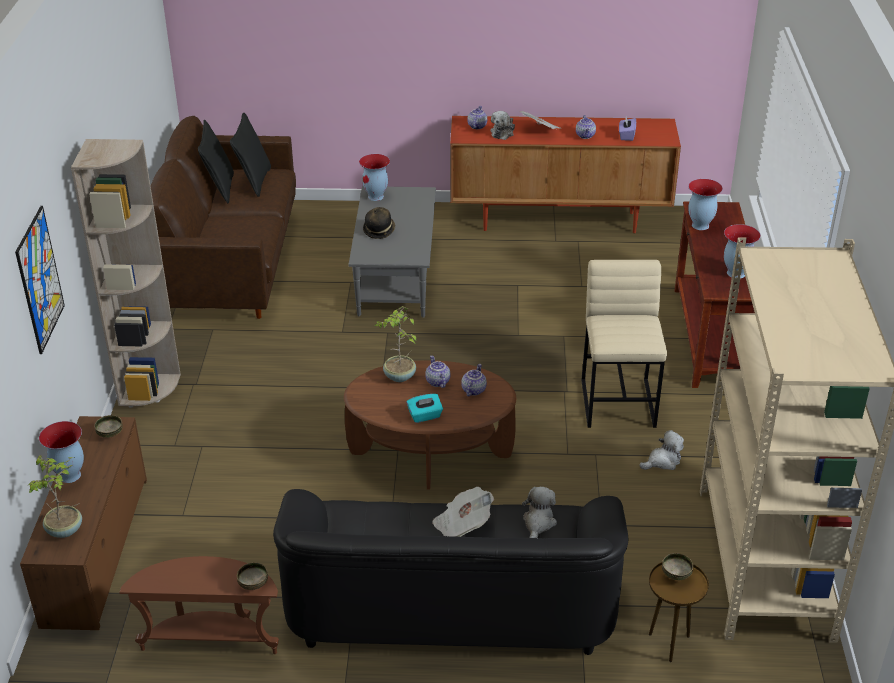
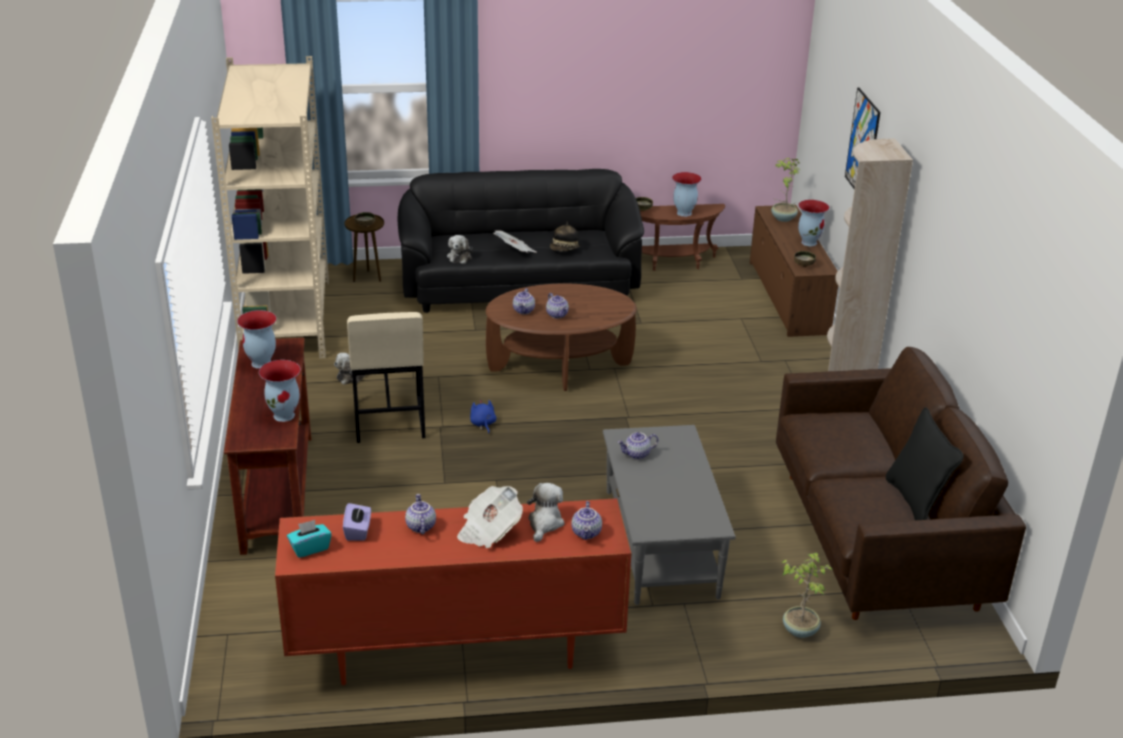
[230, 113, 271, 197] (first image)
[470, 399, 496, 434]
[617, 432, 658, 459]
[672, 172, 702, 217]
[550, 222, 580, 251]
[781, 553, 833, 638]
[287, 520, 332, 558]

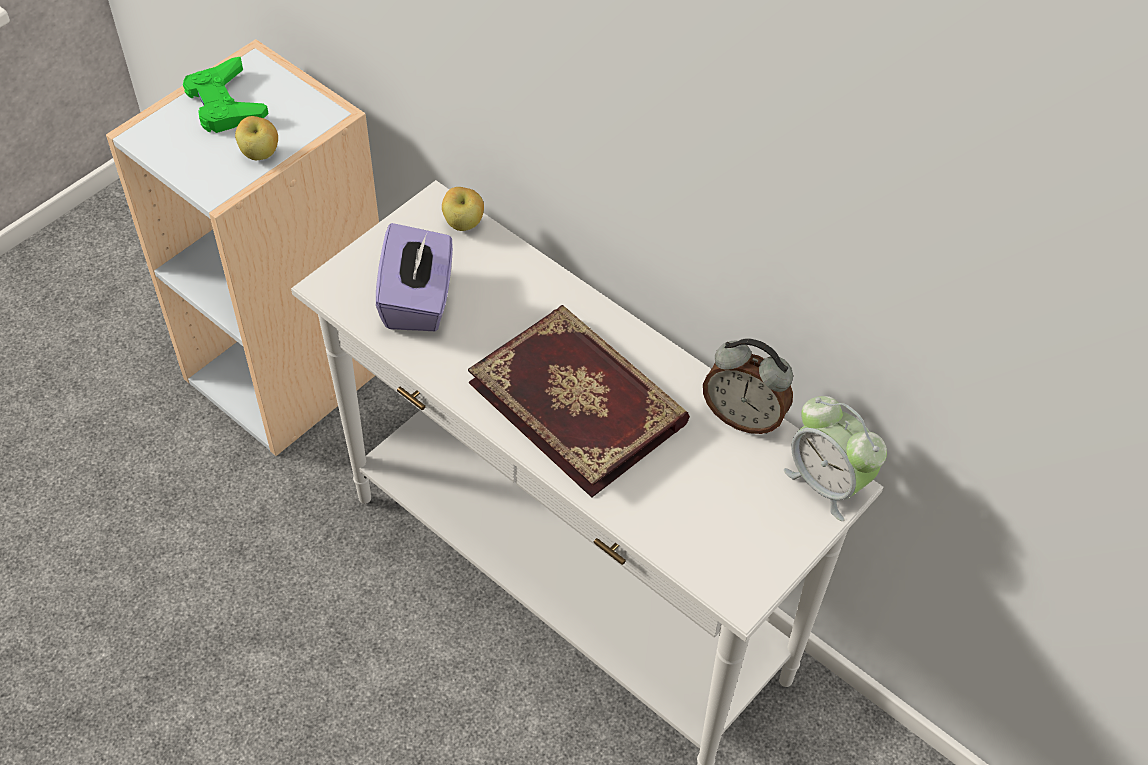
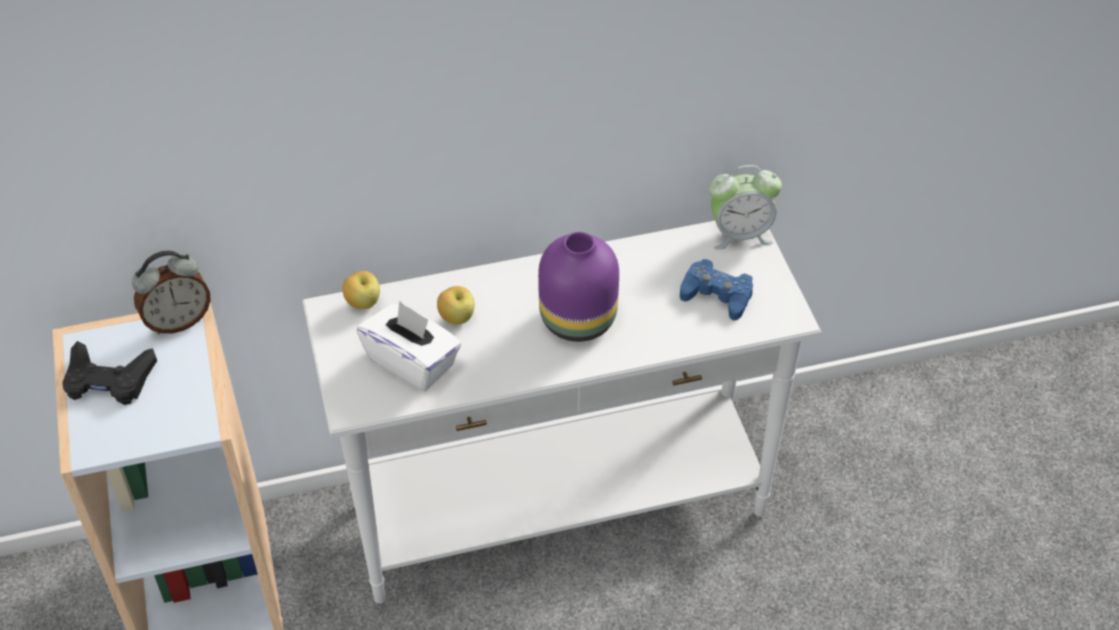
[680, 259, 753, 320]
[437, 286, 475, 325]
[132, 250, 211, 334]
[538, 232, 619, 342]
[62, 341, 157, 405]
[356, 300, 461, 391]

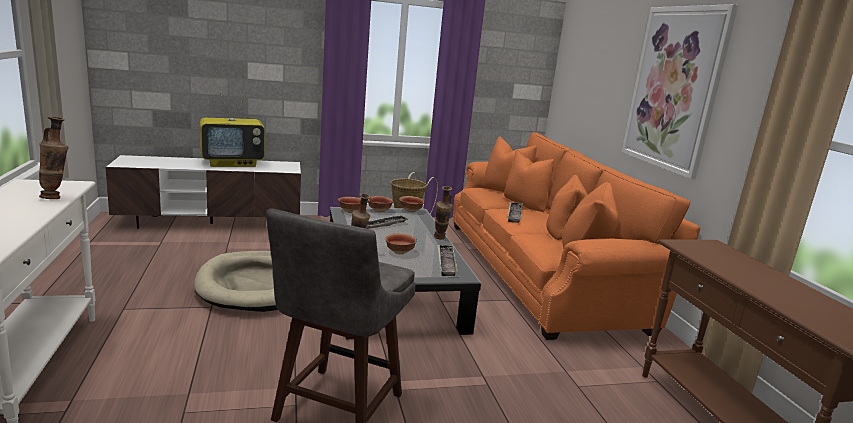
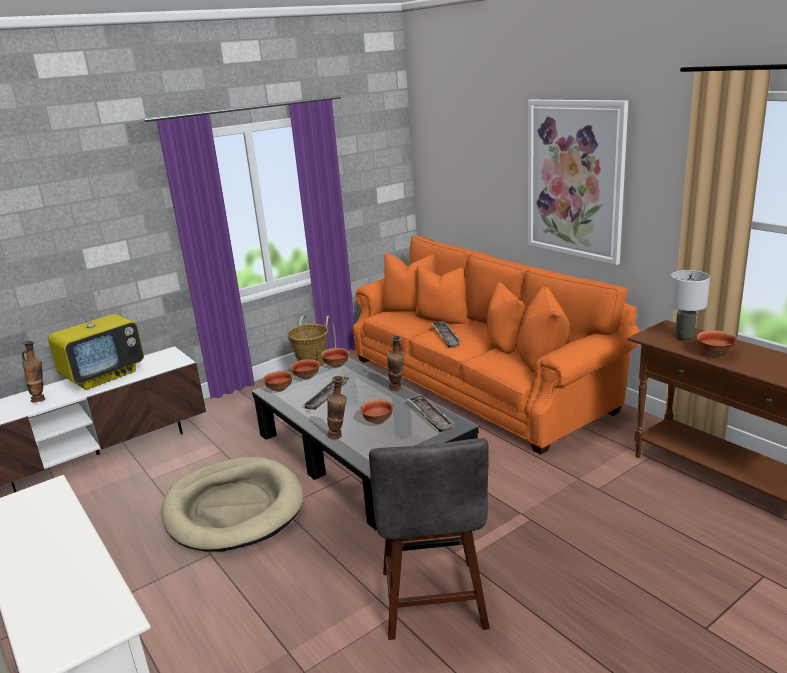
[669, 270, 710, 340]
[697, 330, 738, 356]
[22, 341, 45, 402]

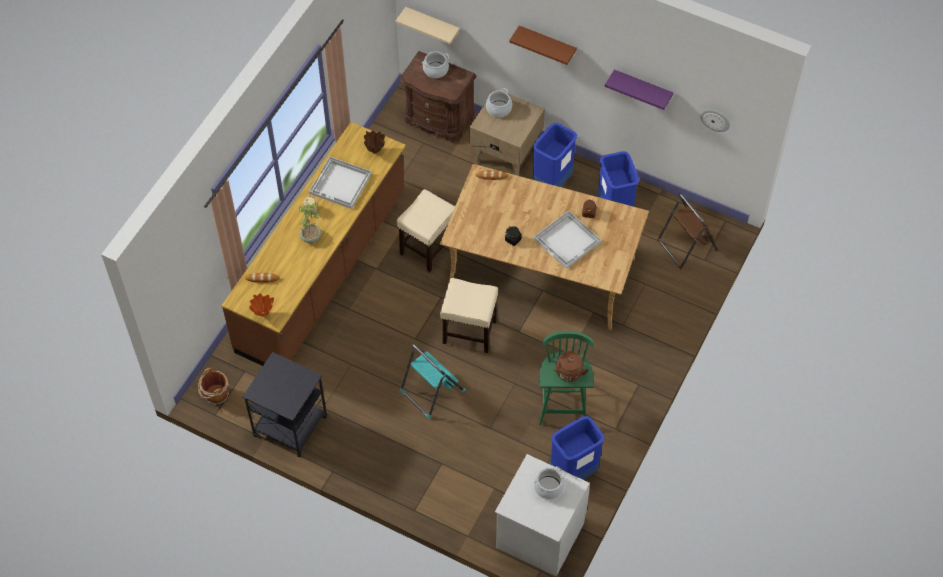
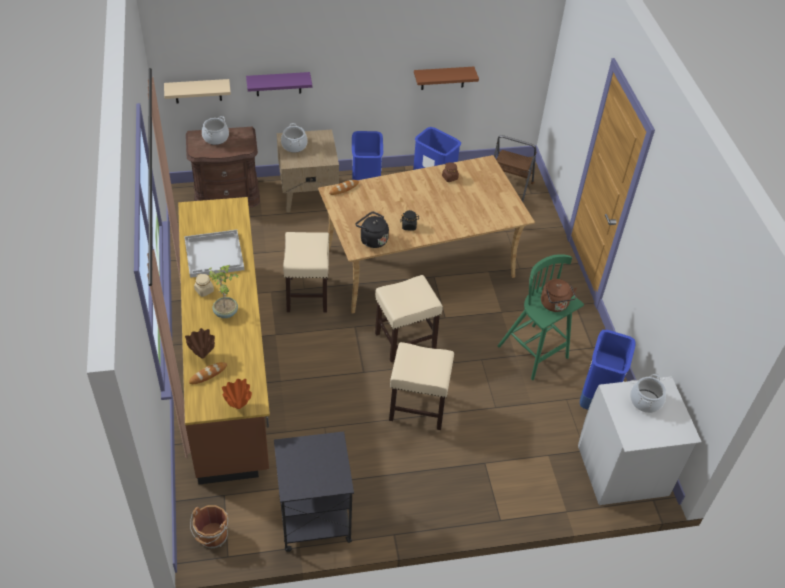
[534, 210, 601, 269] (first image)
[700, 109, 730, 132] (first image)
[355, 211, 389, 248]
[185, 328, 215, 358]
[414, 67, 479, 90]
[246, 72, 312, 96]
[389, 342, 454, 430]

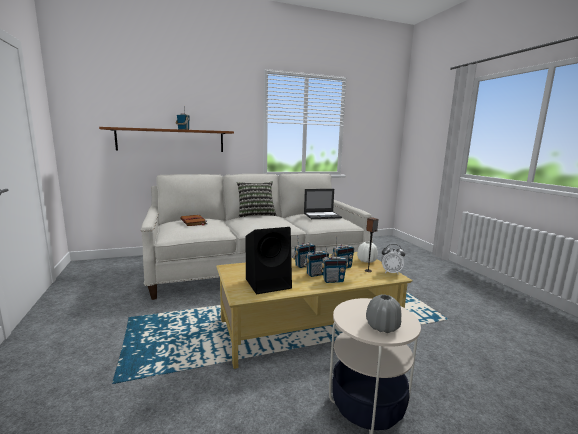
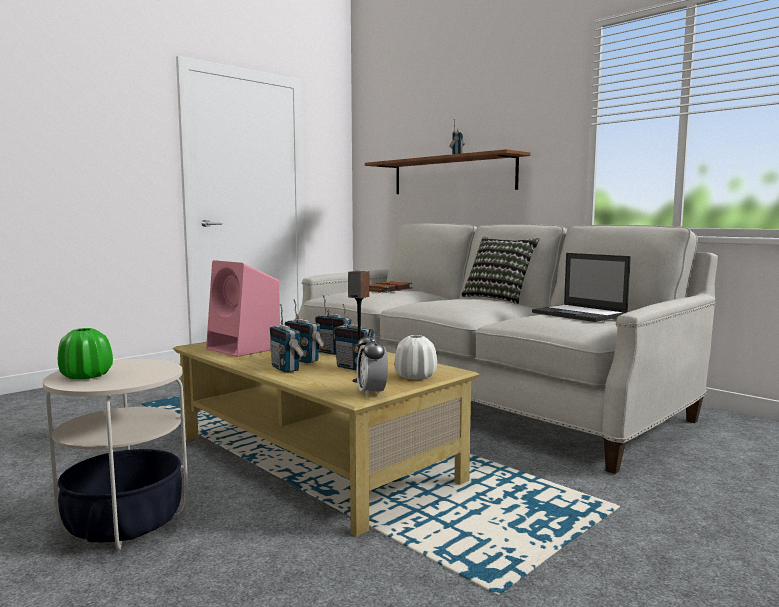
[206, 260, 280, 357]
[58, 328, 113, 380]

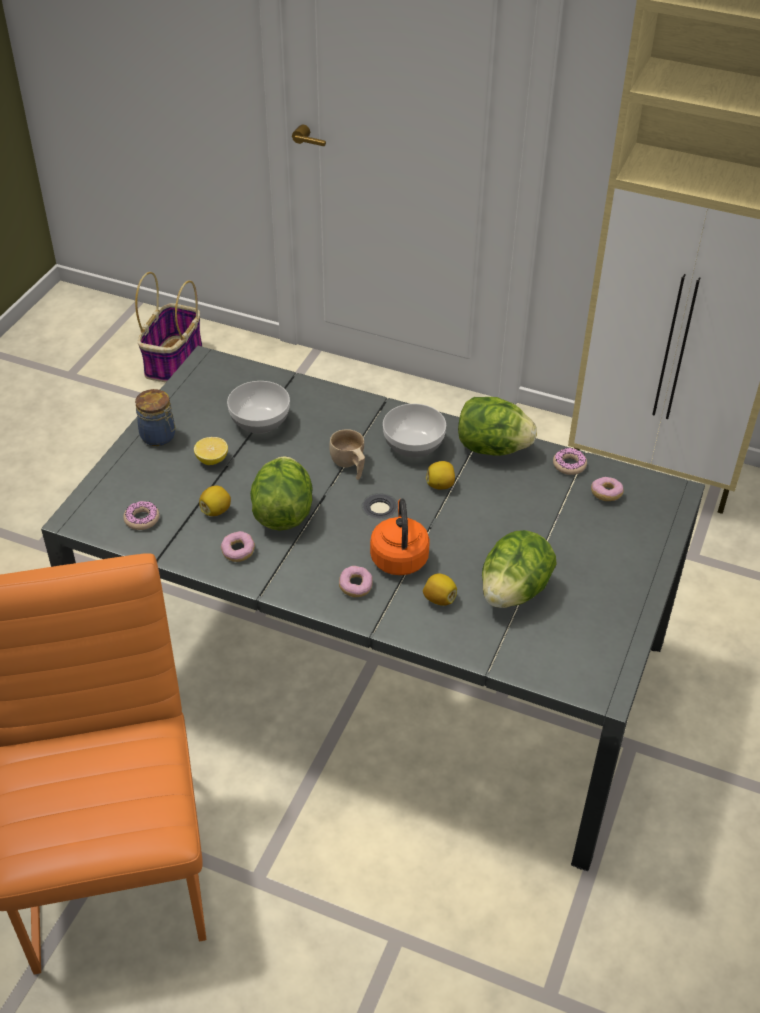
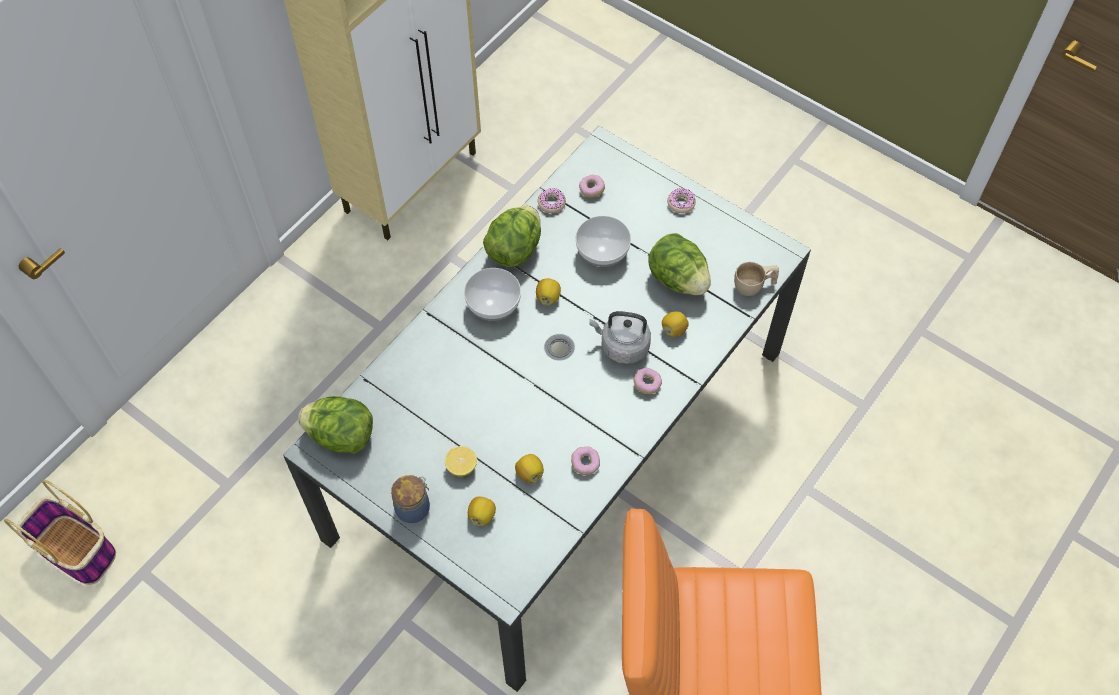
[468, 497, 496, 526]
[667, 188, 696, 213]
[576, 216, 631, 267]
[298, 396, 373, 454]
[734, 262, 779, 296]
[589, 311, 651, 364]

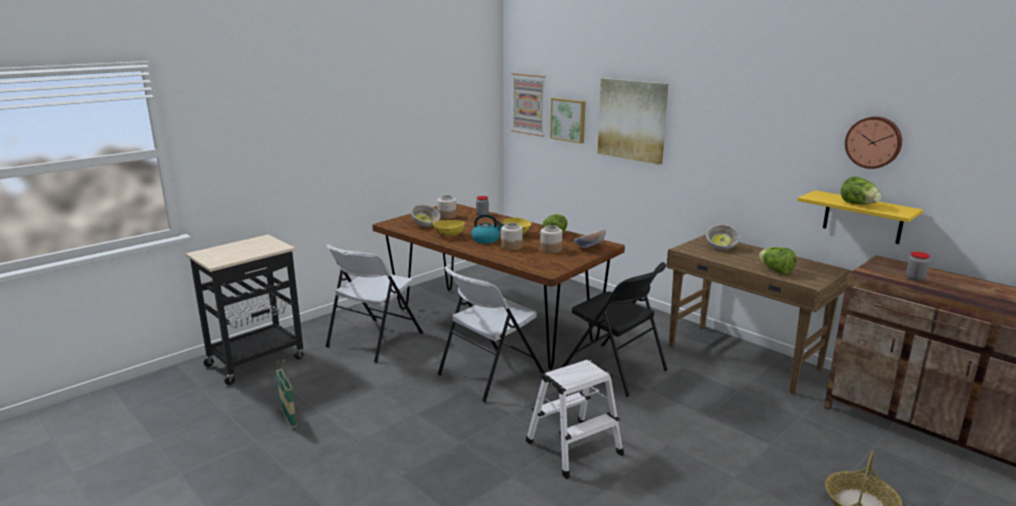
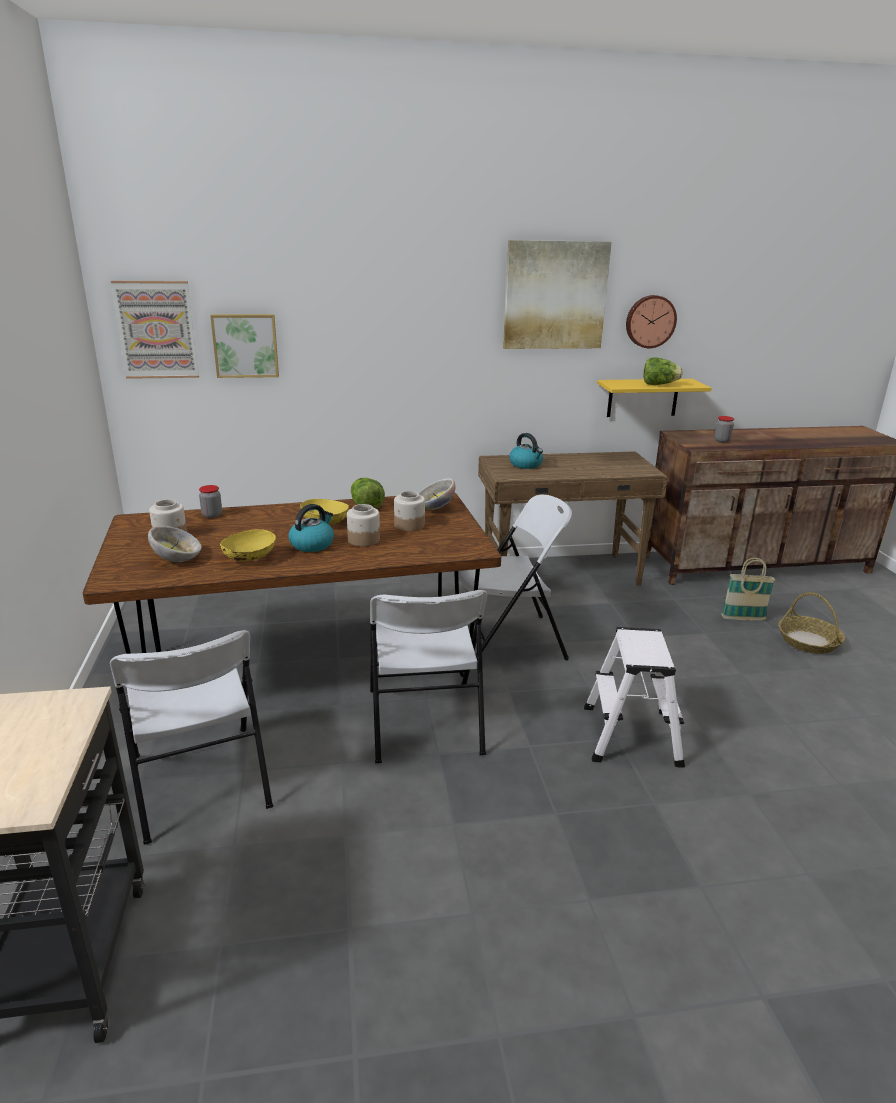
[759, 247, 797, 274] (first image)
[721, 558, 775, 621]
[503, 240, 612, 349]
[509, 433, 543, 469]
[458, 495, 572, 661]

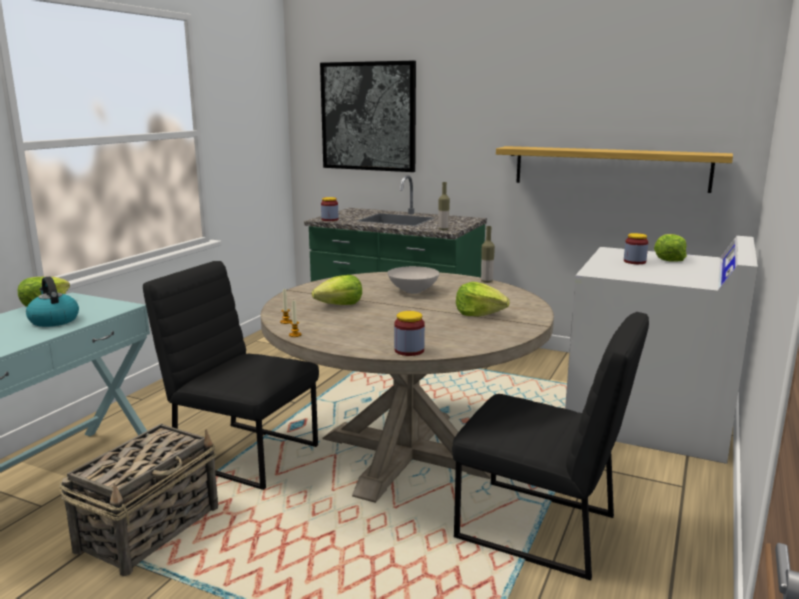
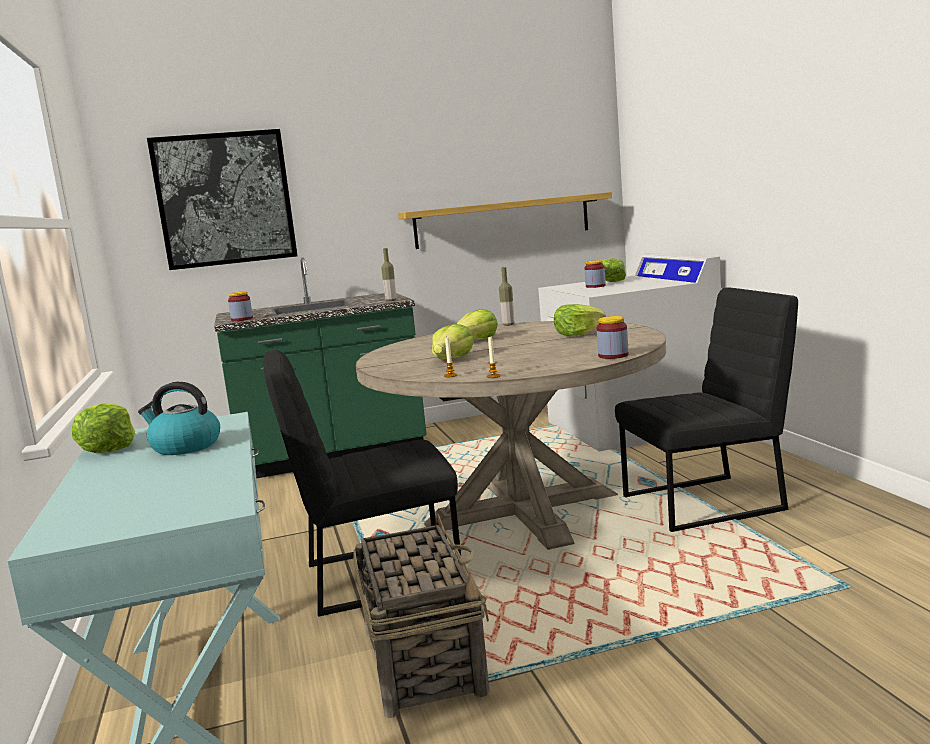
[457, 309, 498, 340]

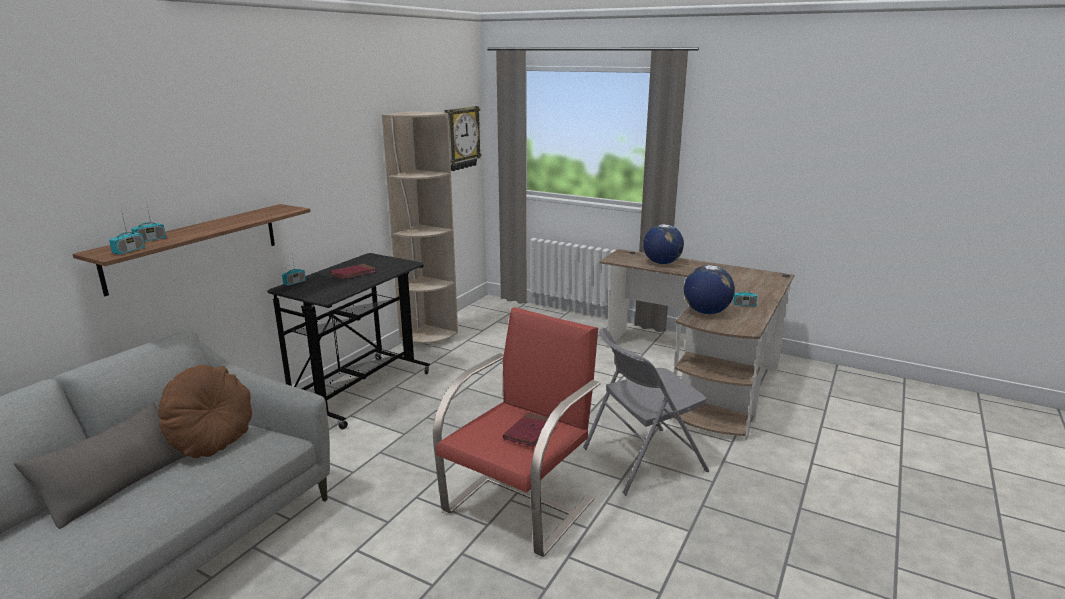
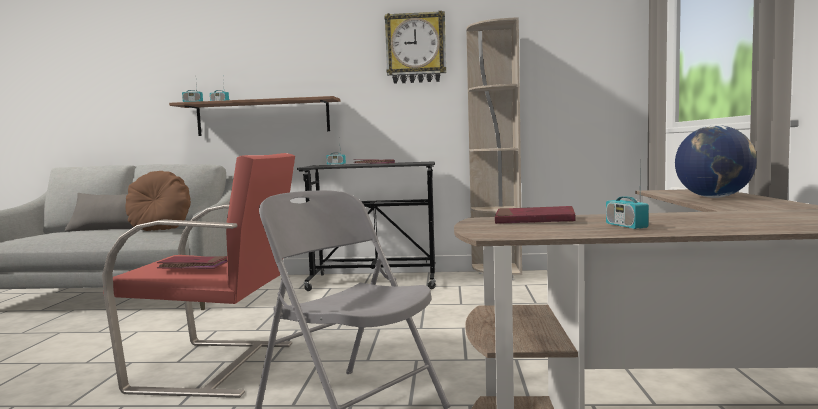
[384, 11, 446, 84]
[495, 206, 576, 224]

